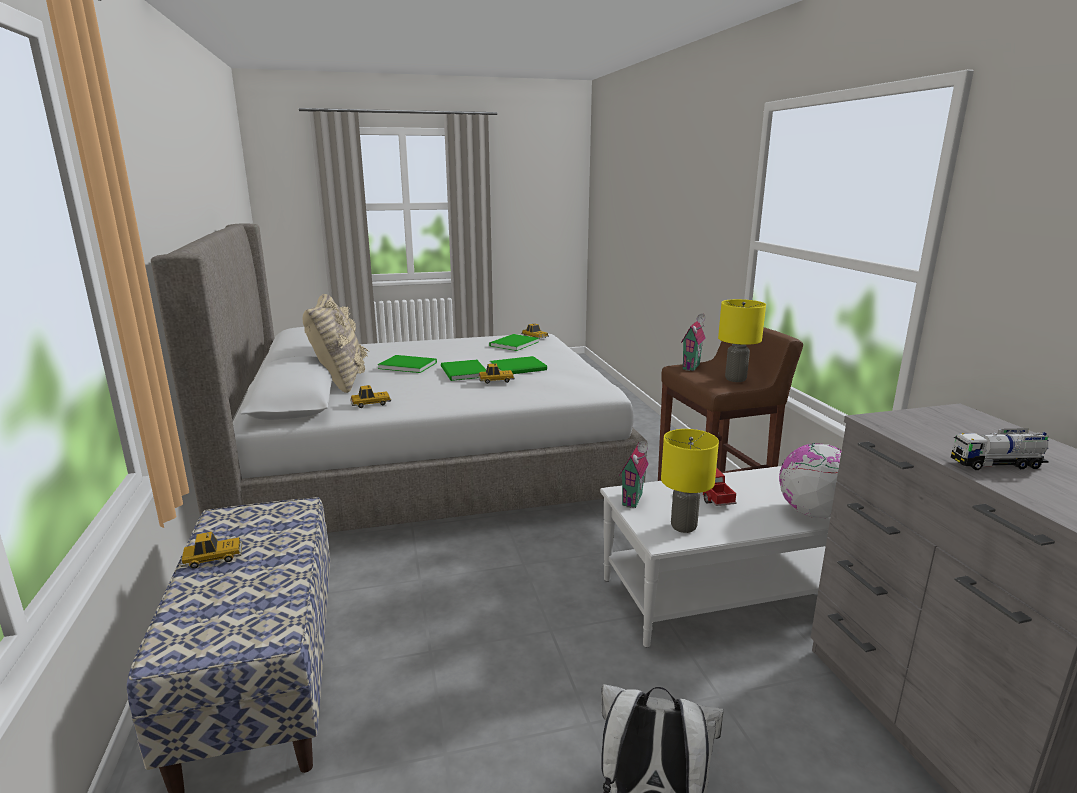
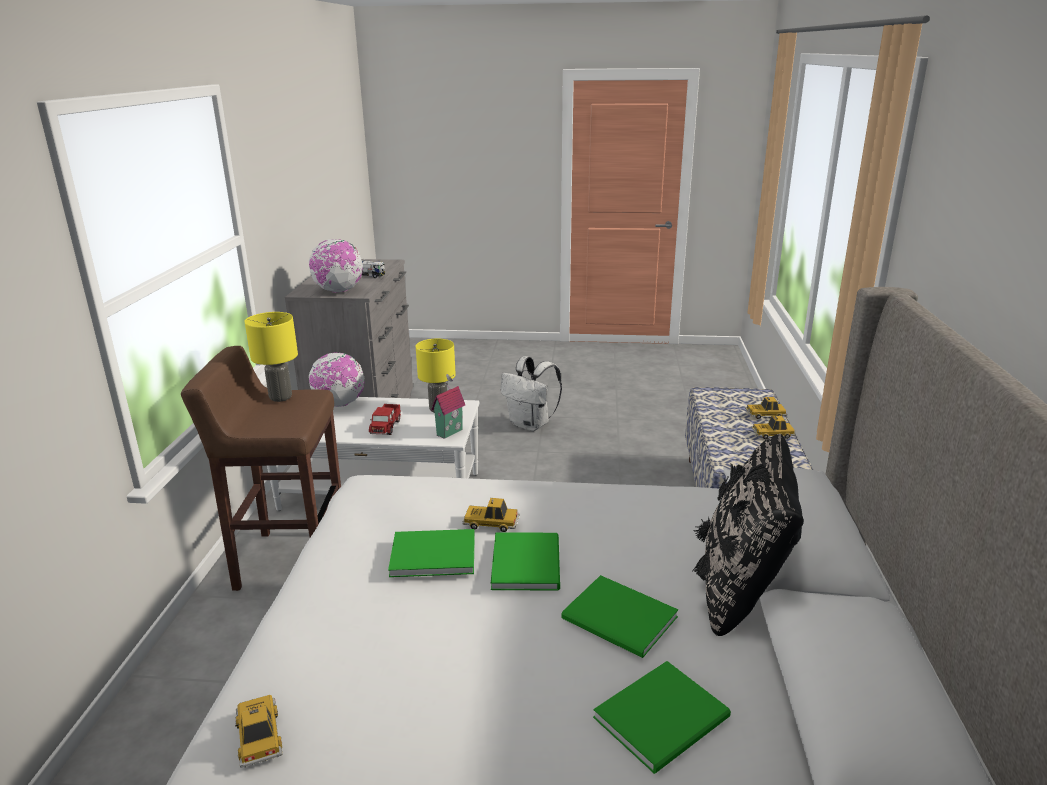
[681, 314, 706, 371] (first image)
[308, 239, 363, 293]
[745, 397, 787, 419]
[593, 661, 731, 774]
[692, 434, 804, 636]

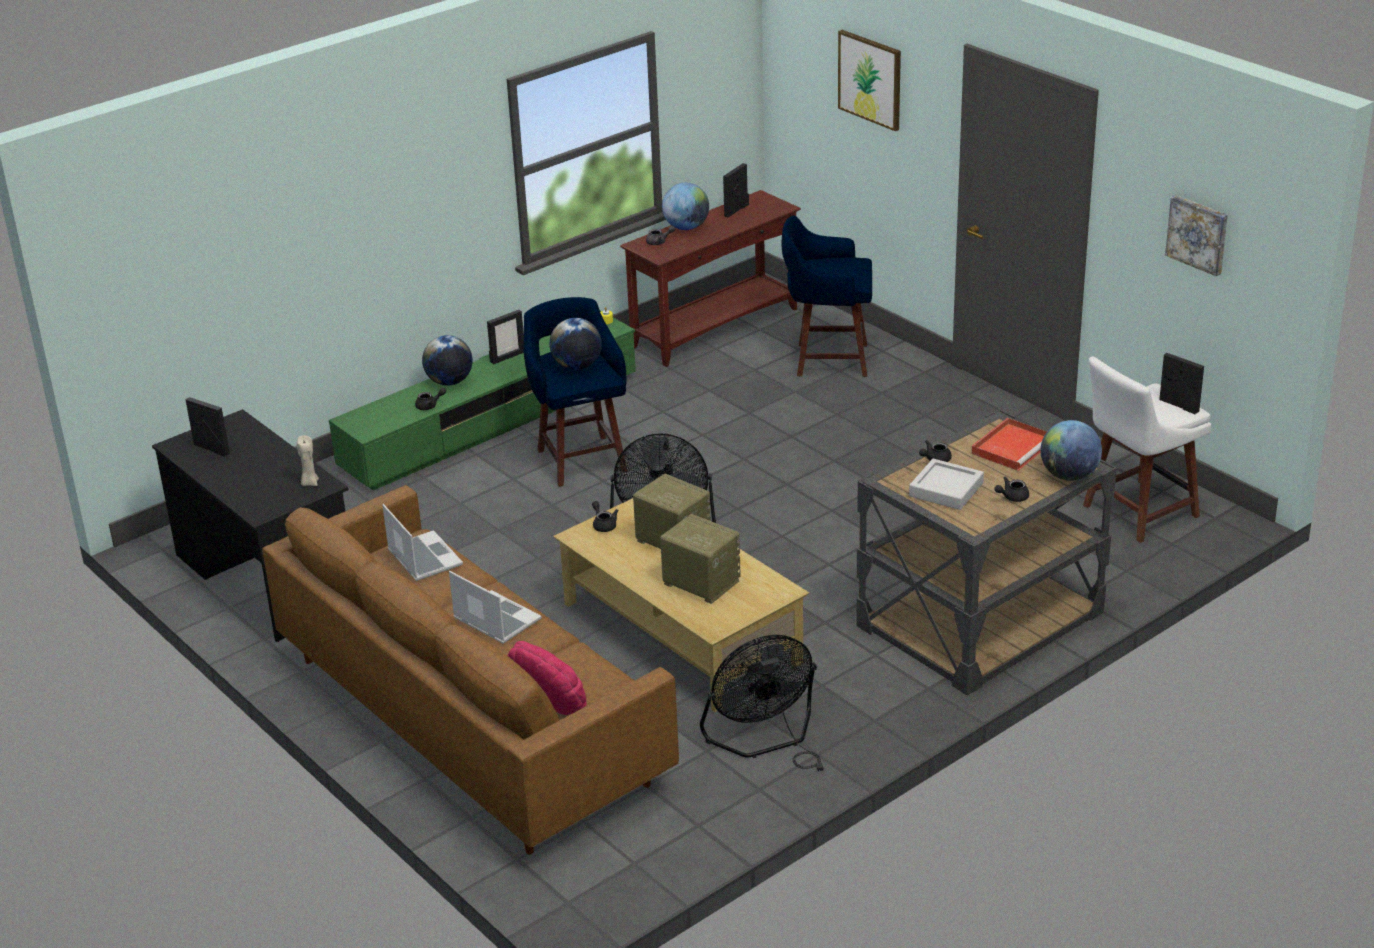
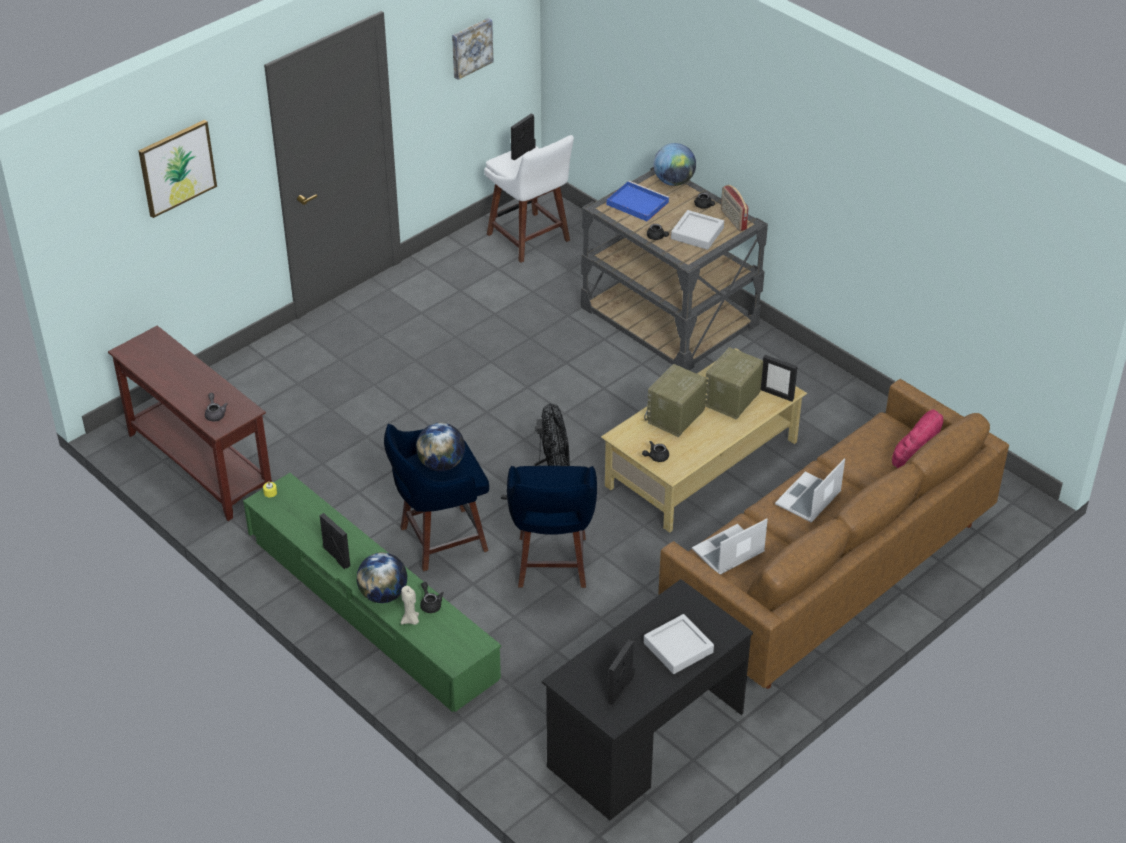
[662, 183, 709, 230] (first image)
[700, 635, 824, 771] (first image)
[644, 614, 714, 674]
[721, 185, 749, 231]
[401, 586, 419, 625]
[761, 355, 798, 402]
[507, 466, 597, 588]
[607, 181, 670, 222]

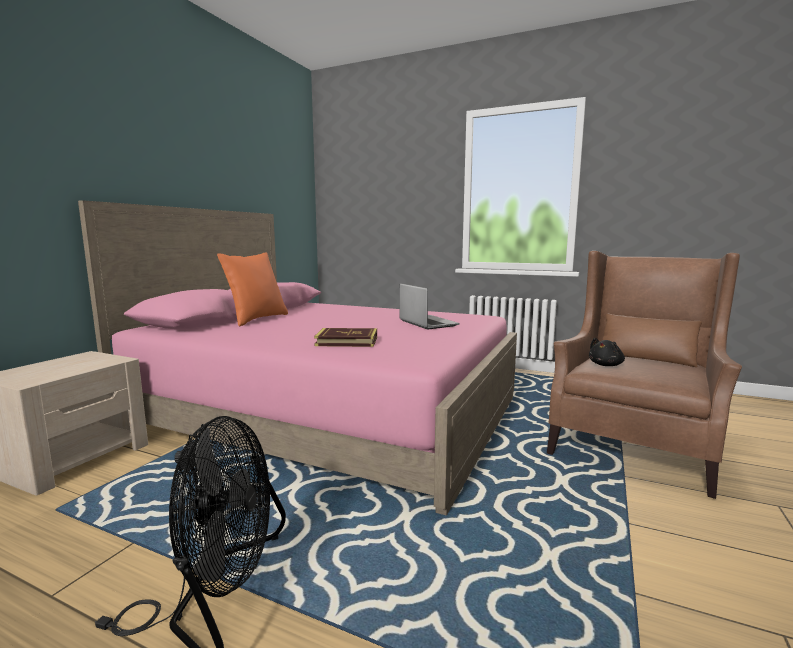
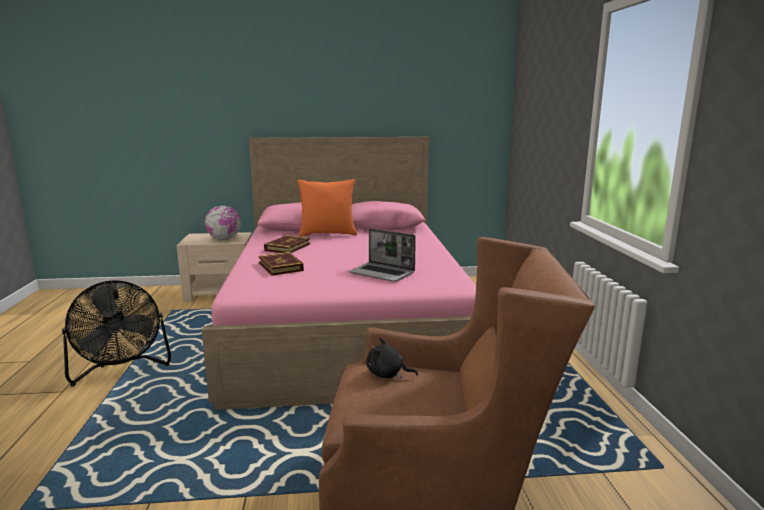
[205, 205, 241, 240]
[264, 235, 311, 253]
[349, 228, 416, 282]

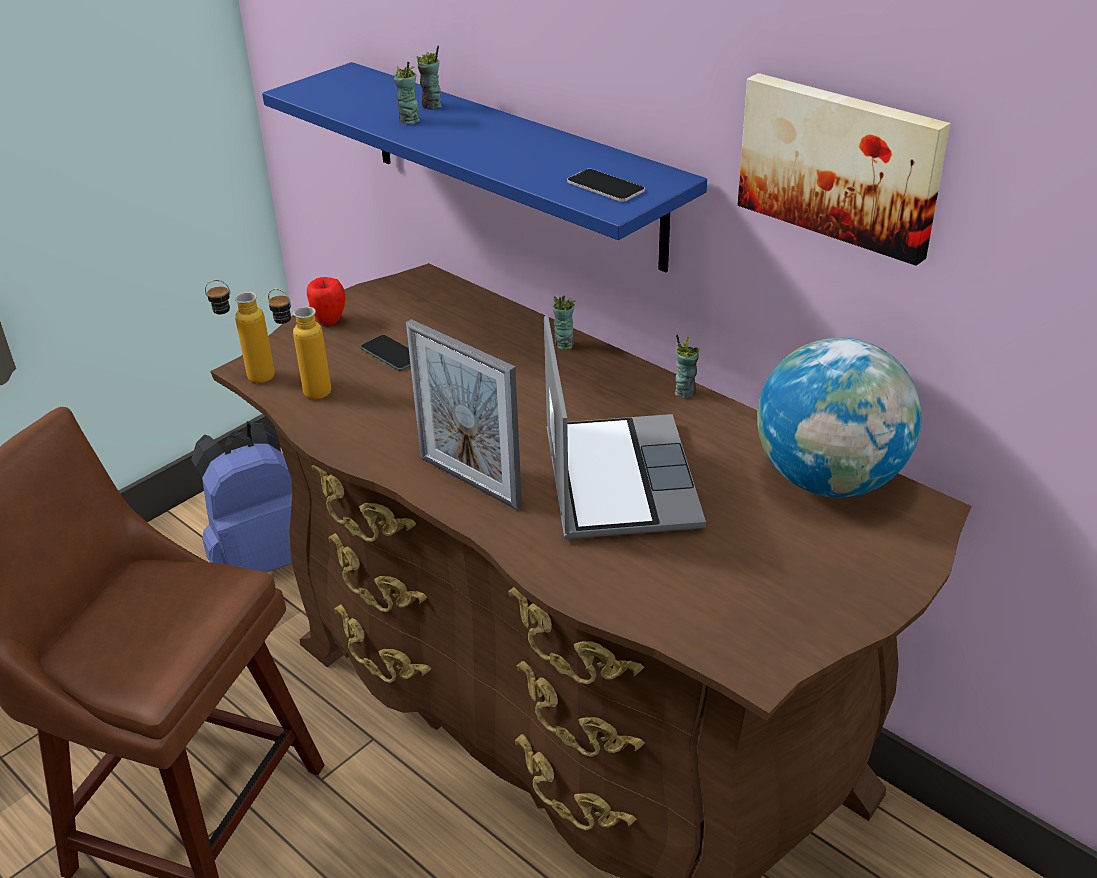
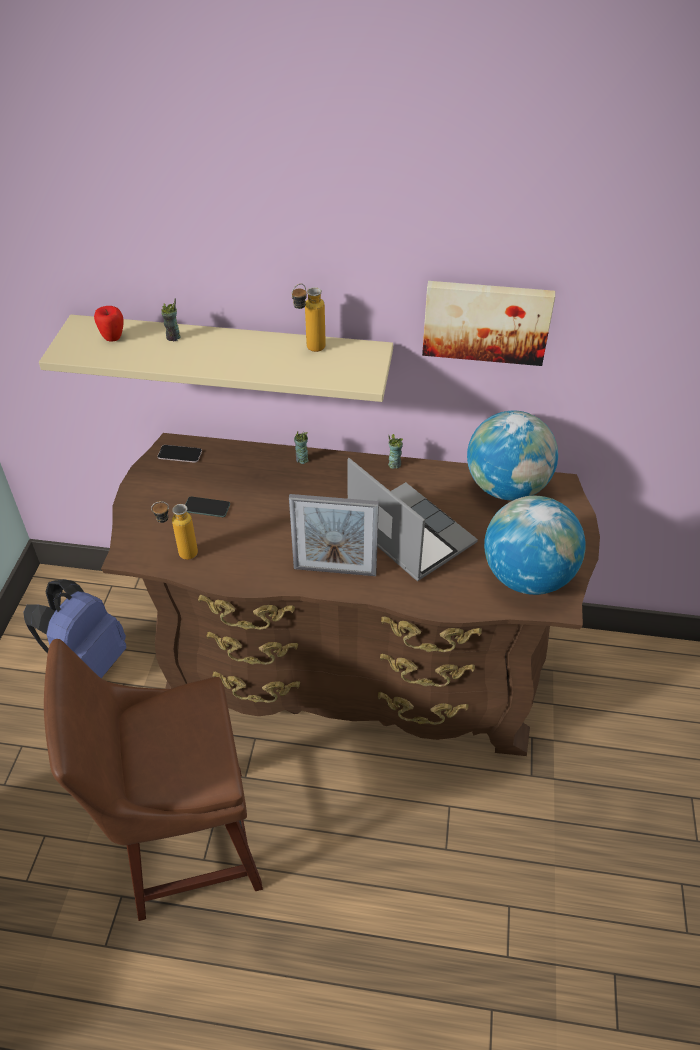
[394, 62, 420, 125] (first image)
[484, 496, 585, 595]
[292, 284, 326, 352]
[94, 306, 124, 341]
[157, 445, 202, 463]
[39, 315, 393, 402]

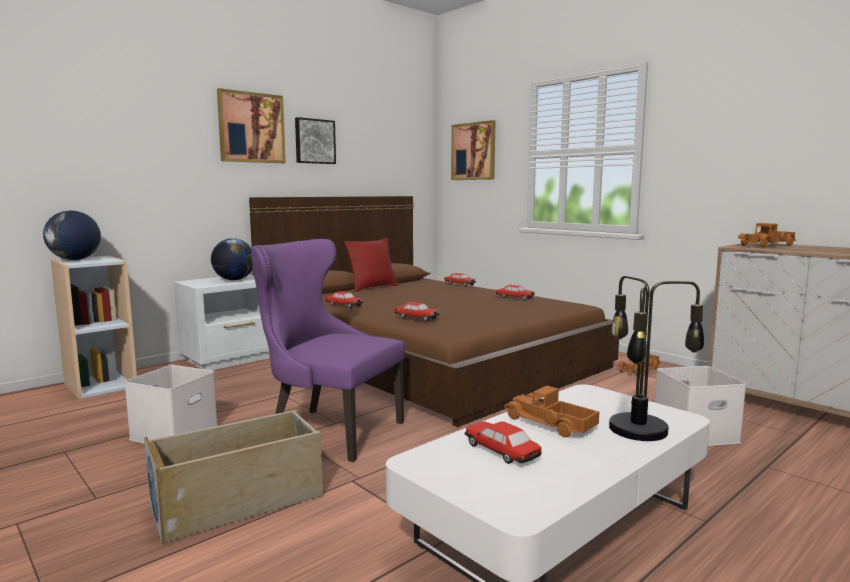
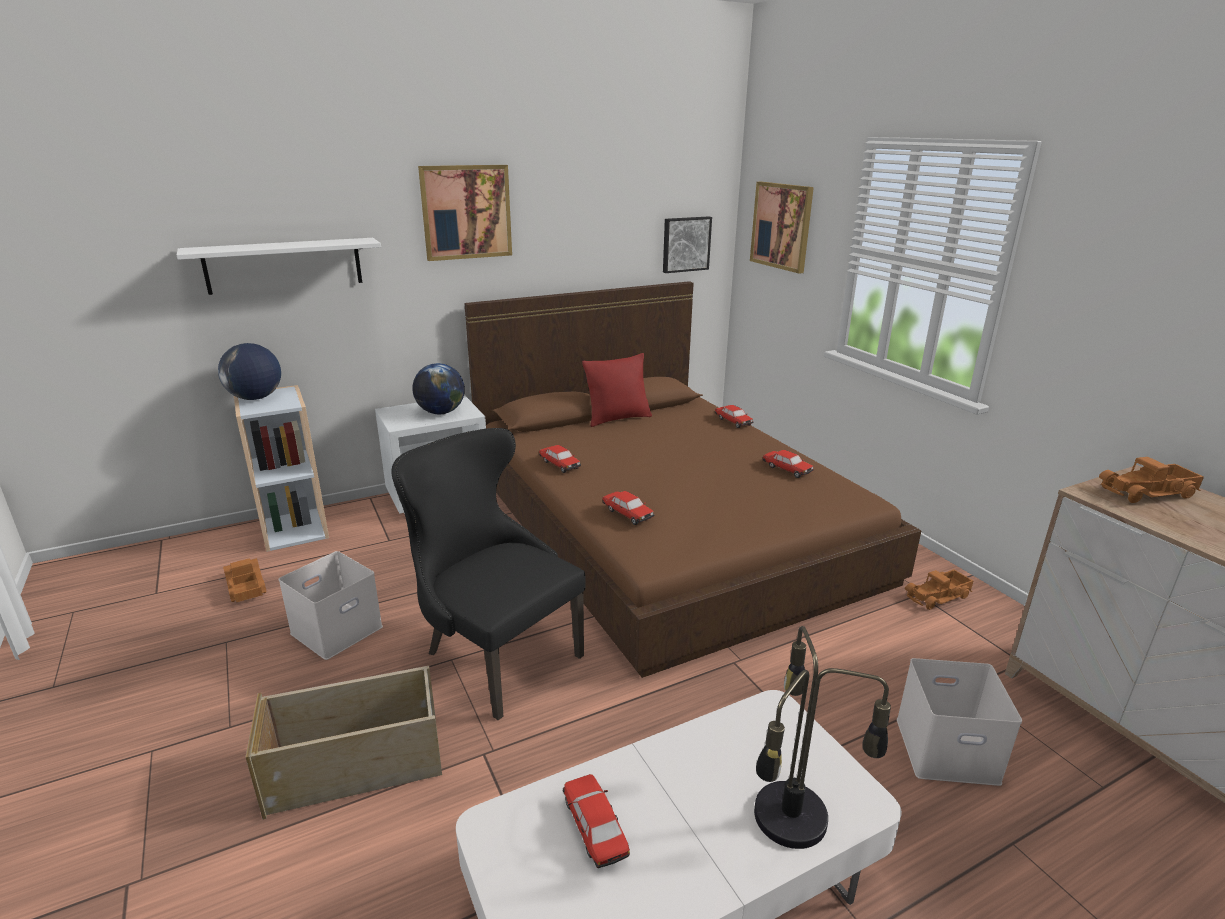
[177, 238, 381, 295]
[663, 216, 712, 273]
[223, 558, 267, 602]
[391, 428, 586, 720]

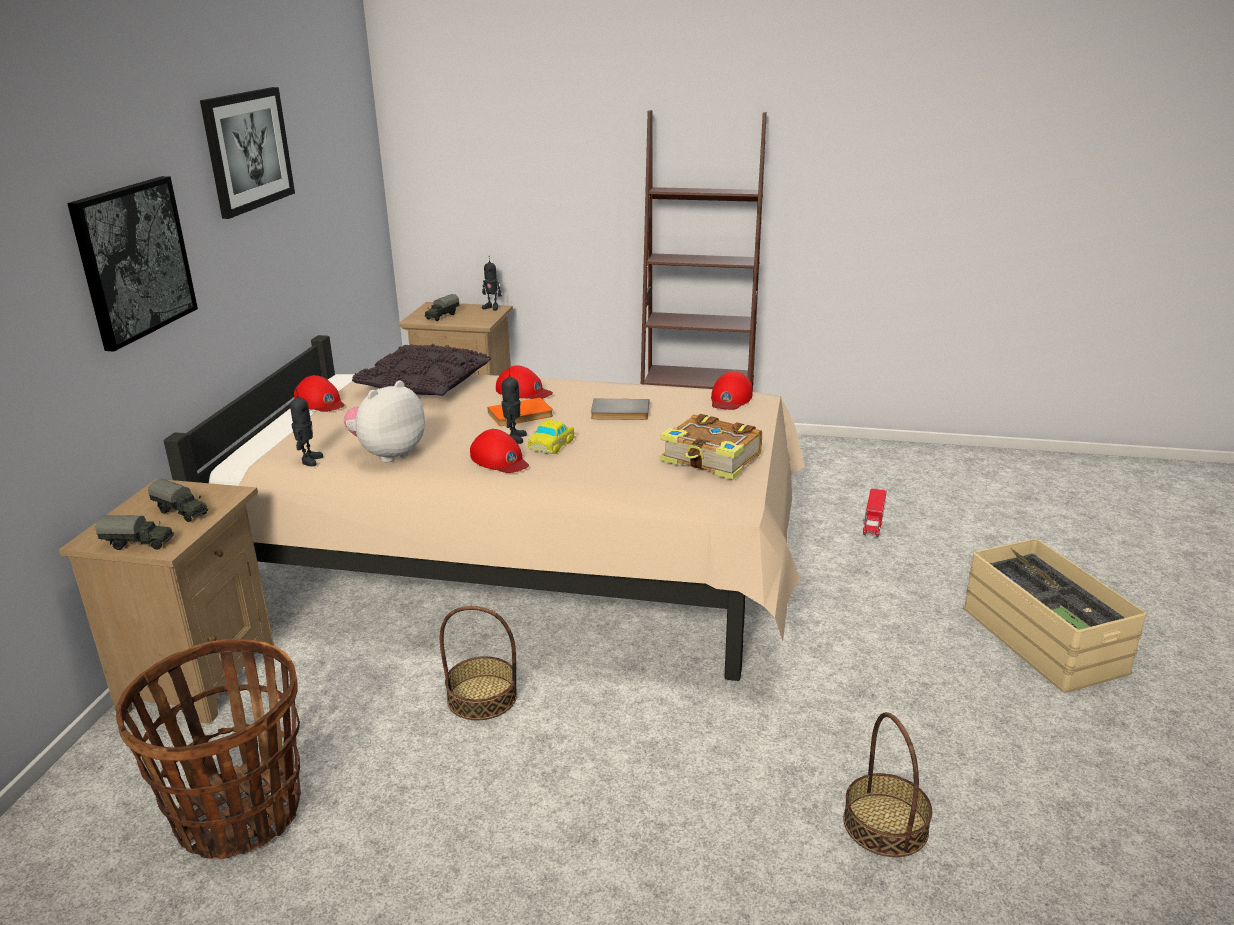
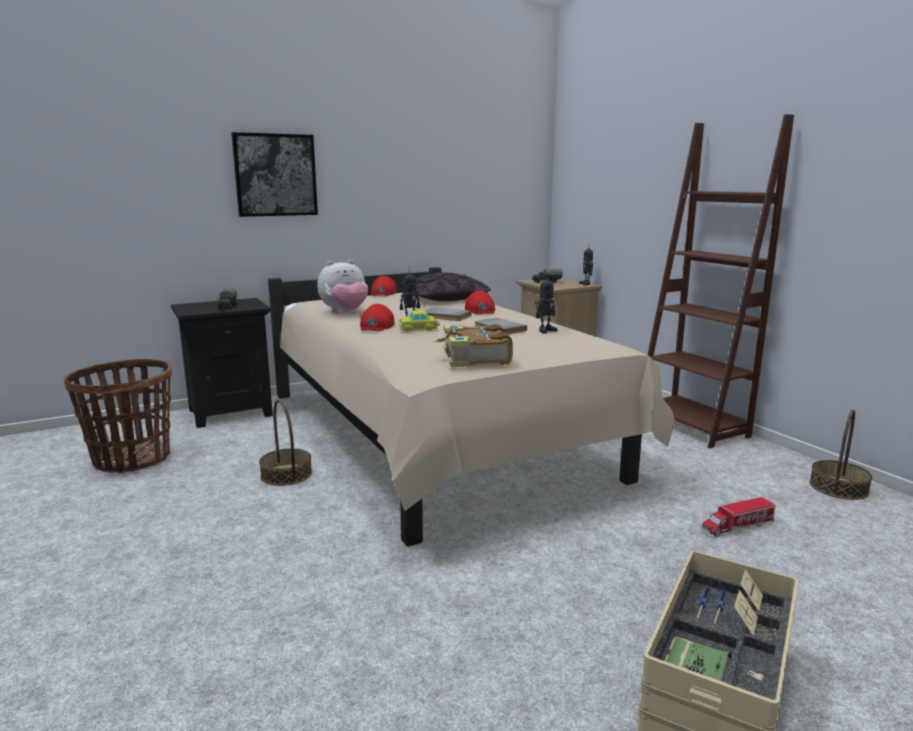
[96, 515, 174, 550] (first image)
[200, 87, 295, 219] (first image)
[711, 371, 753, 410] (first image)
[536, 272, 558, 333]
[809, 410, 872, 500]
[171, 298, 273, 428]
[425, 307, 472, 321]
[317, 260, 368, 313]

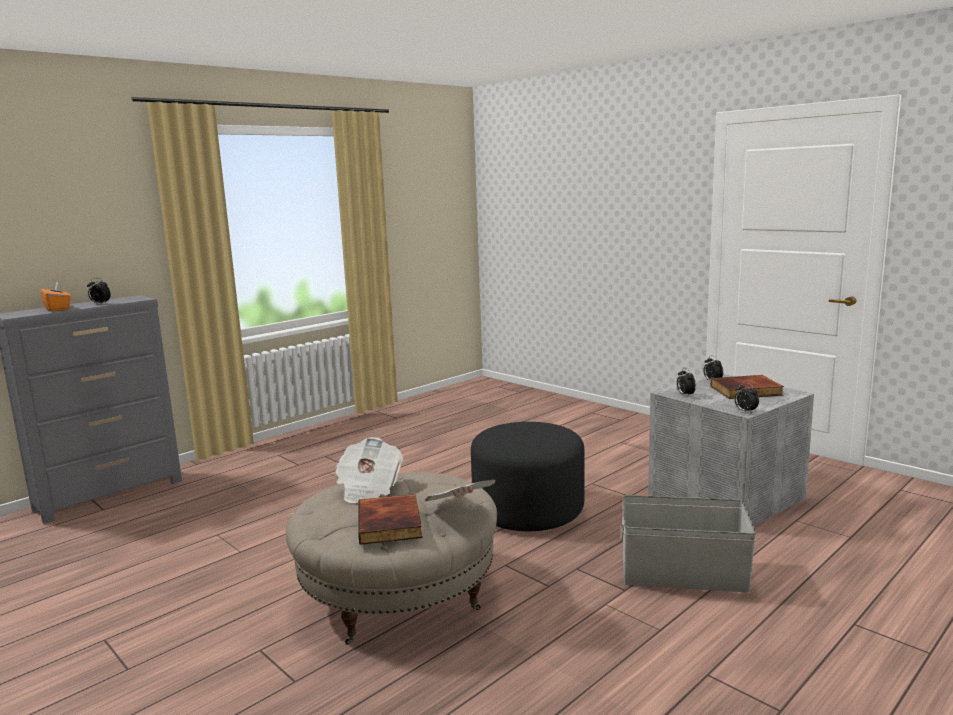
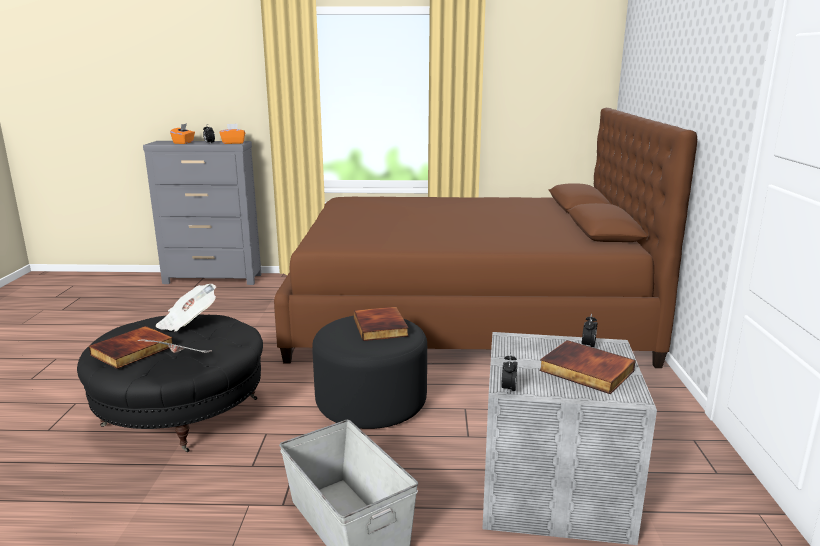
[677, 368, 696, 397] (first image)
[219, 124, 245, 144]
[274, 108, 697, 368]
[354, 307, 409, 341]
[77, 314, 263, 452]

